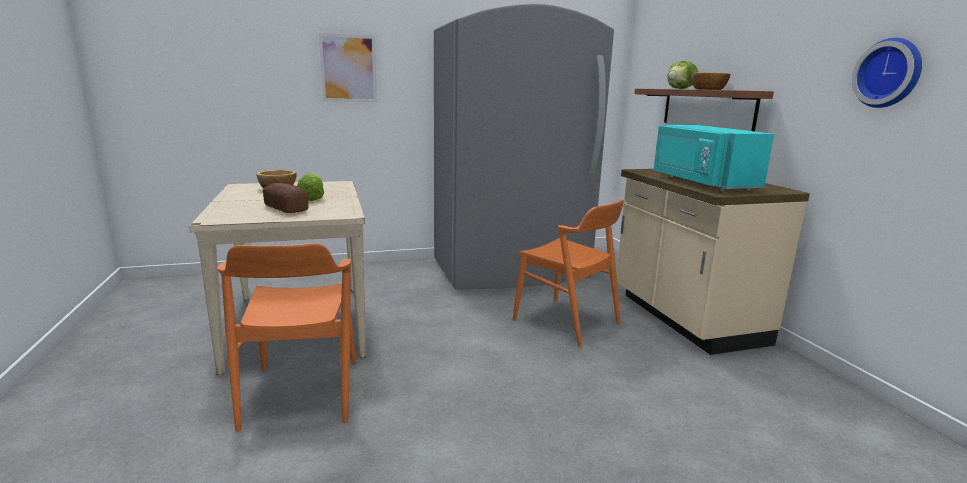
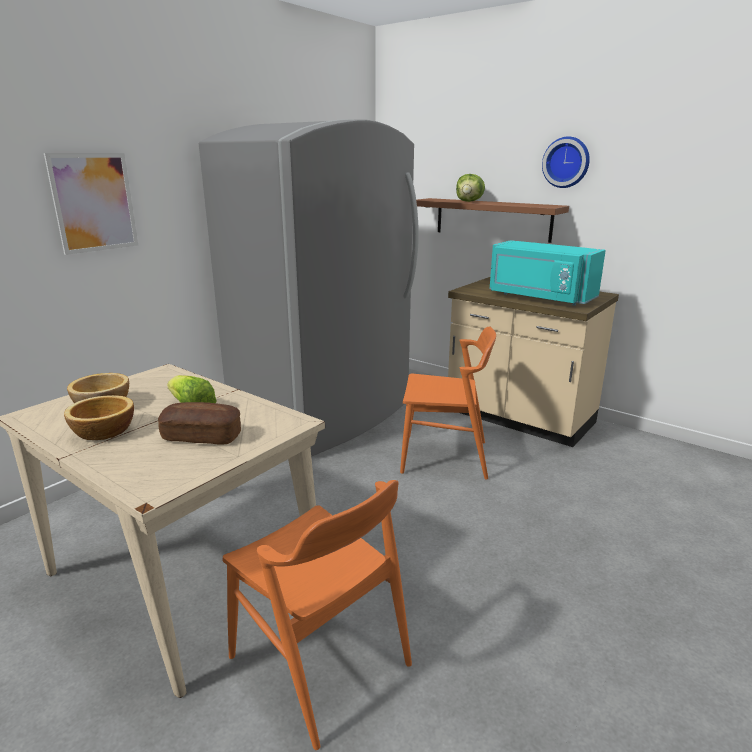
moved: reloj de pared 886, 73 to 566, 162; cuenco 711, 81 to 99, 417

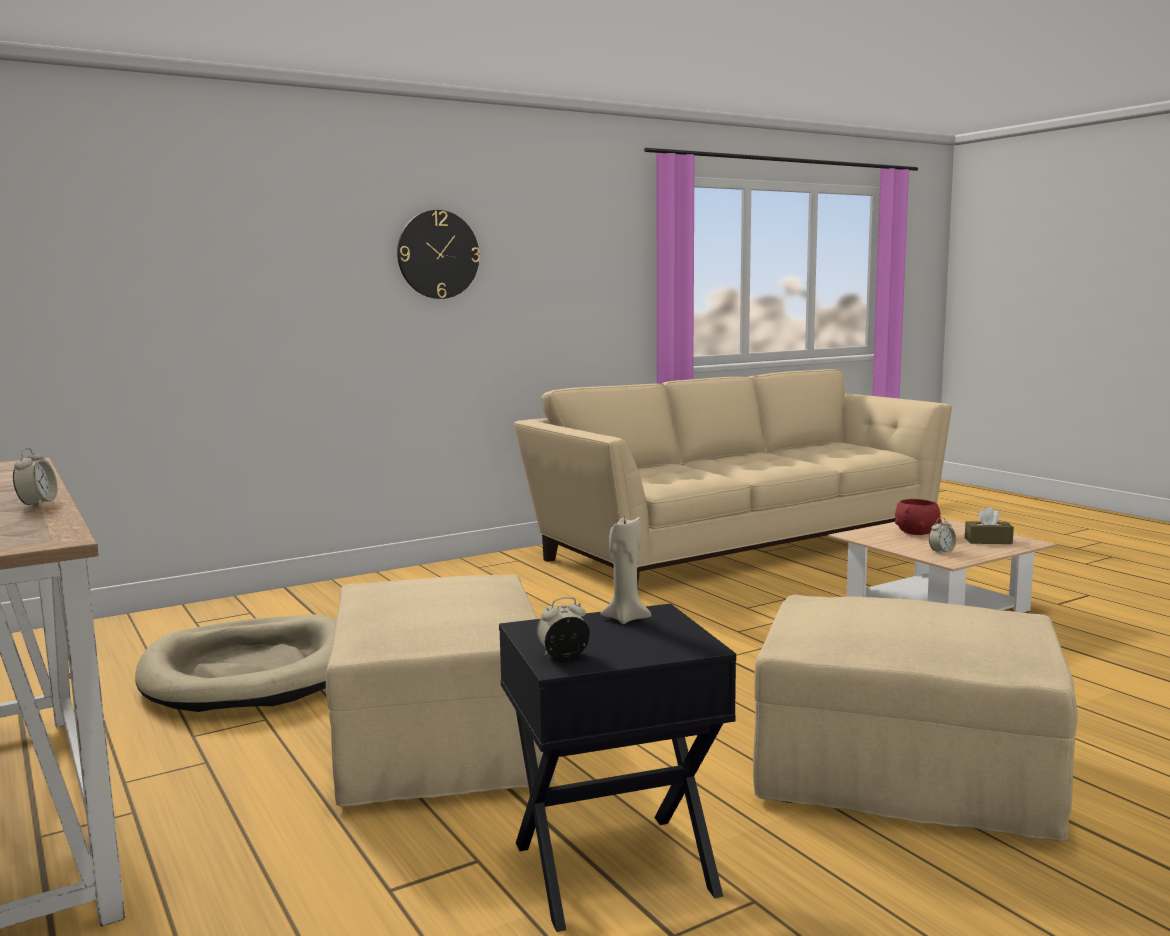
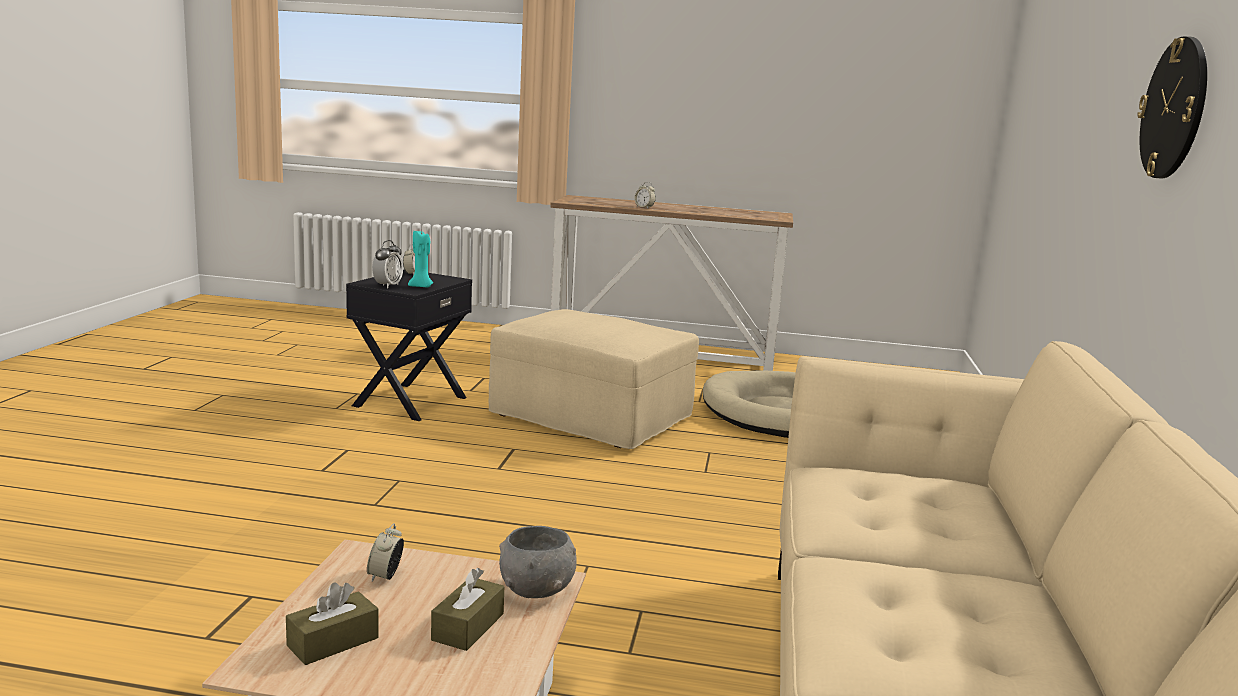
removed: puf (beis) 915, 718
added: despertador 387, 264; cuenco (gris) 538, 562
replaced: cuenco (rojo) 918, 517 to caja de pañuelos (marrón) 467, 609
recoloured: vela (beis) 625, 570 to vela (turquesa) 420, 259

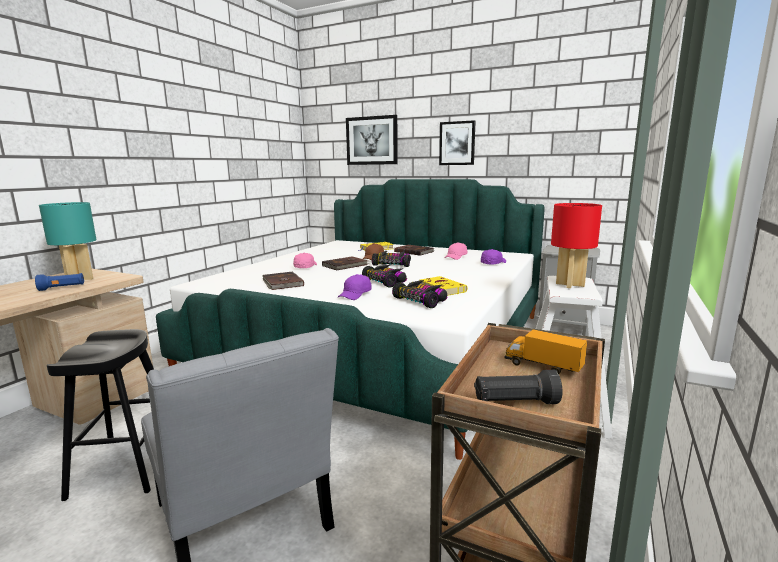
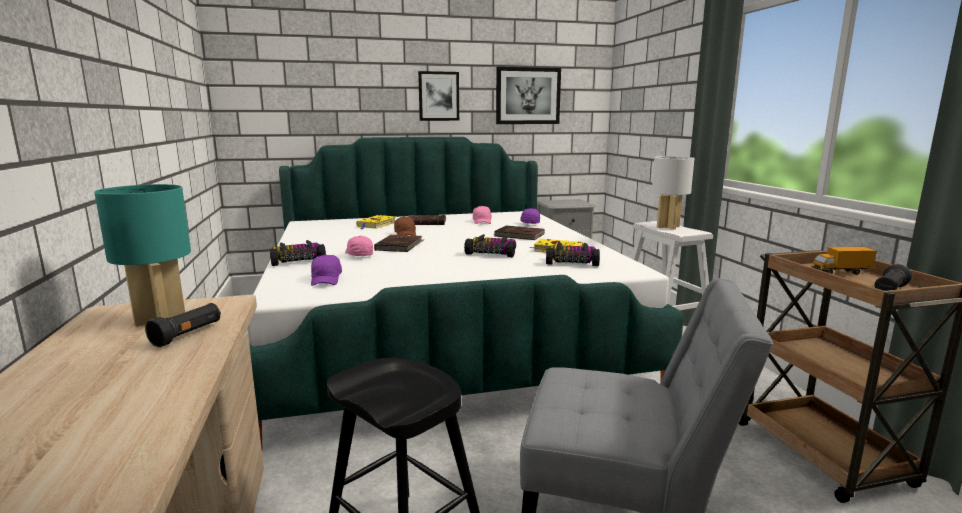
moved: cuadro 372, 140 to 528, 95; coche de juguete 391, 259 to 298, 253; libro (marrón) 283, 281 to 519, 232; gorra (morado) 354, 287 to 326, 270
recoloured: lámpara de mesa (rojo) 576, 245 to lámpara de mesa (blanco) 673, 193; linterna (azul) 59, 282 to linterna (negro) 183, 325

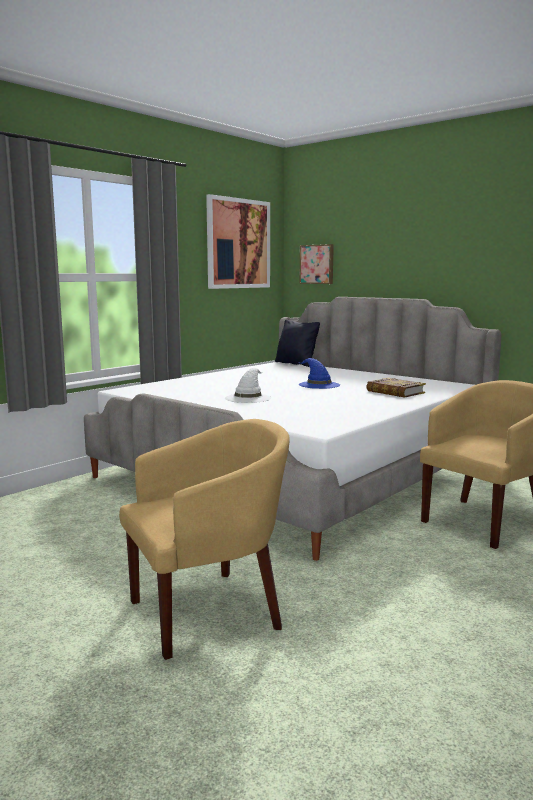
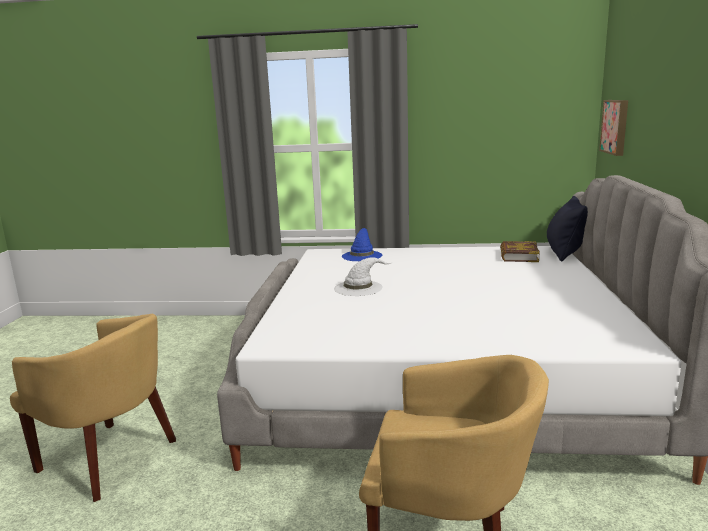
removed: cuadro 238, 241
moved: sombrero (azul) 319, 373 to 362, 244; libro 396, 388 to 519, 251

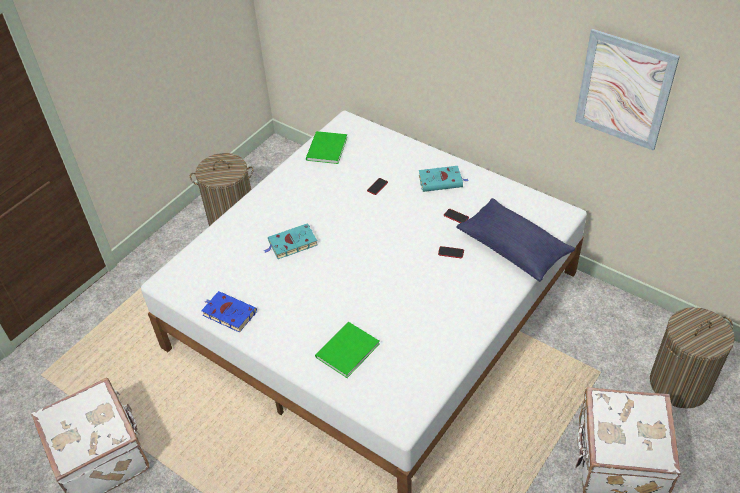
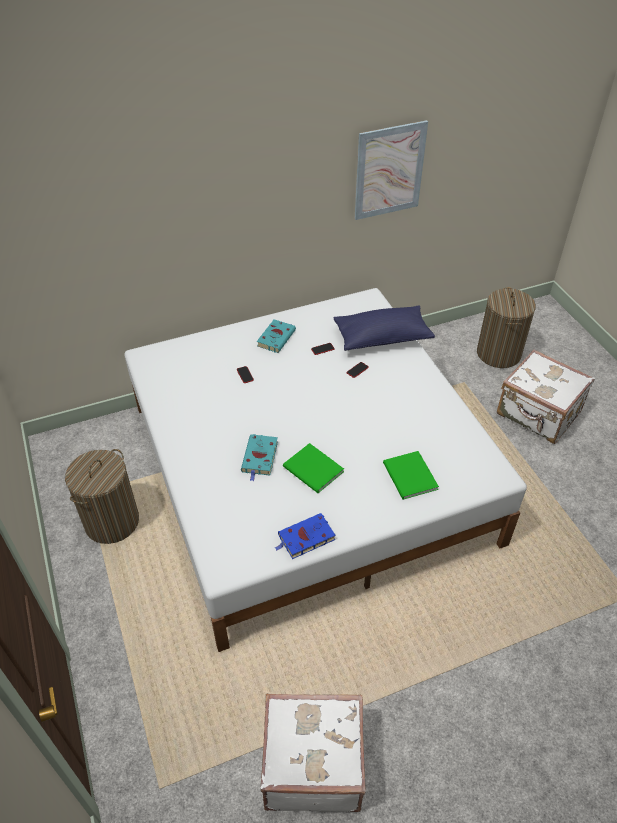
moved: libro (verde) 326, 147 to 313, 468

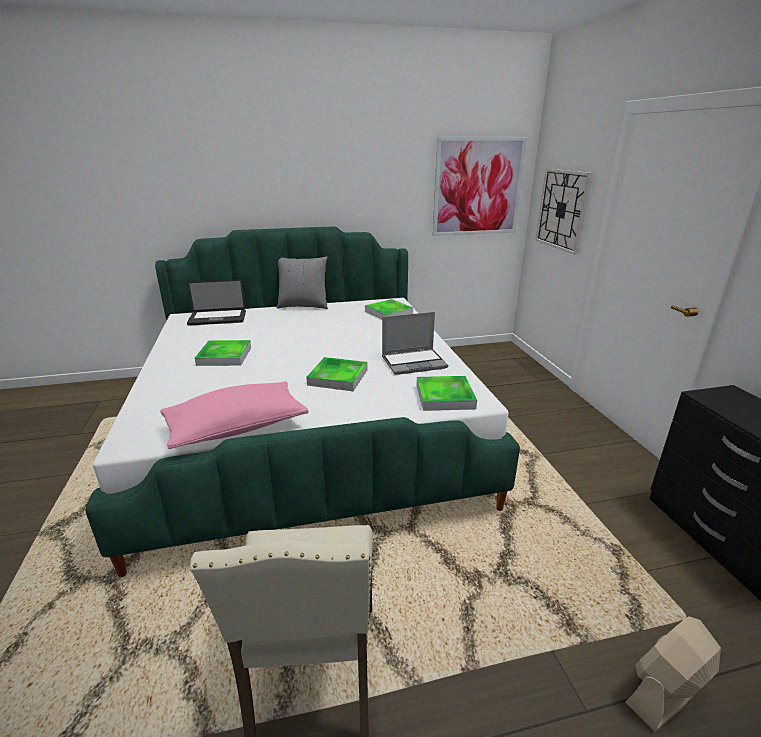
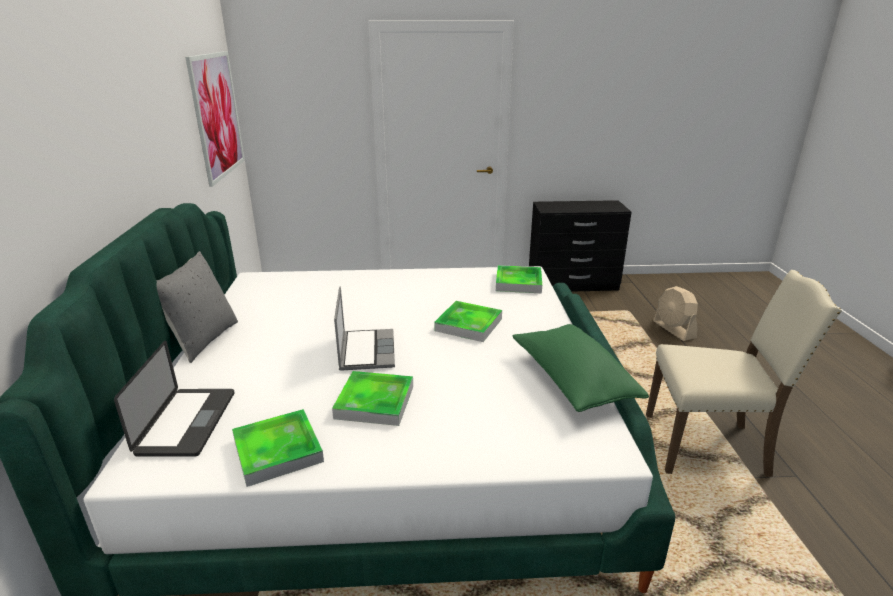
removed: reloj de pared 563, 212
moved: bandeja 389, 309 to 278, 448; portátil 415, 343 to 364, 329
recoloured: cojín (rosa) 234, 415 to cojín (verde) 581, 368

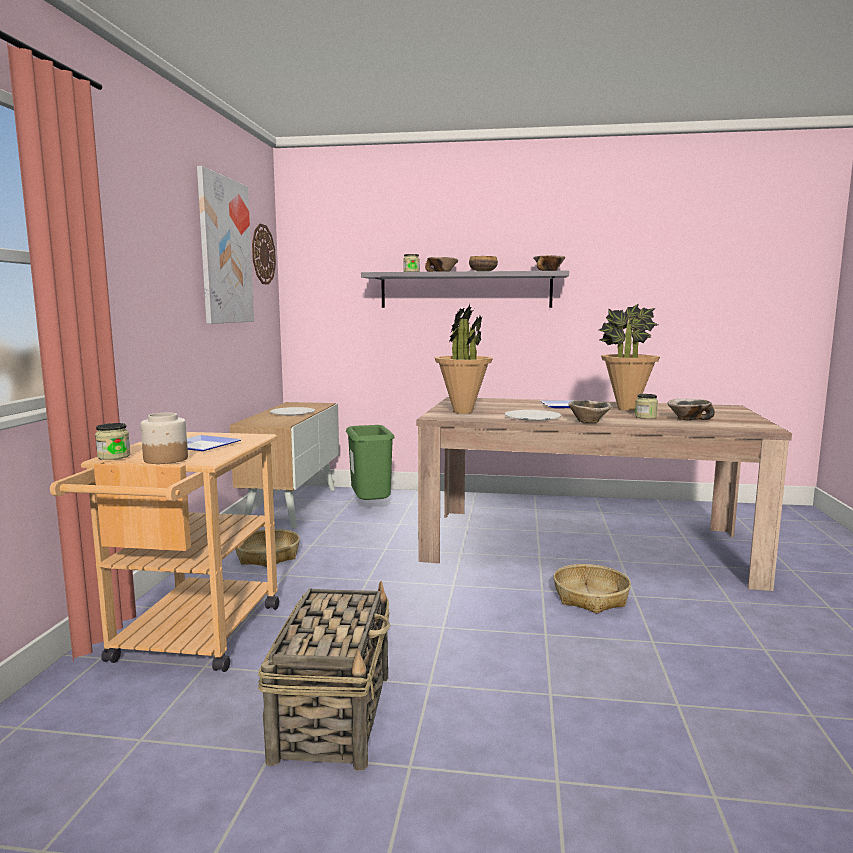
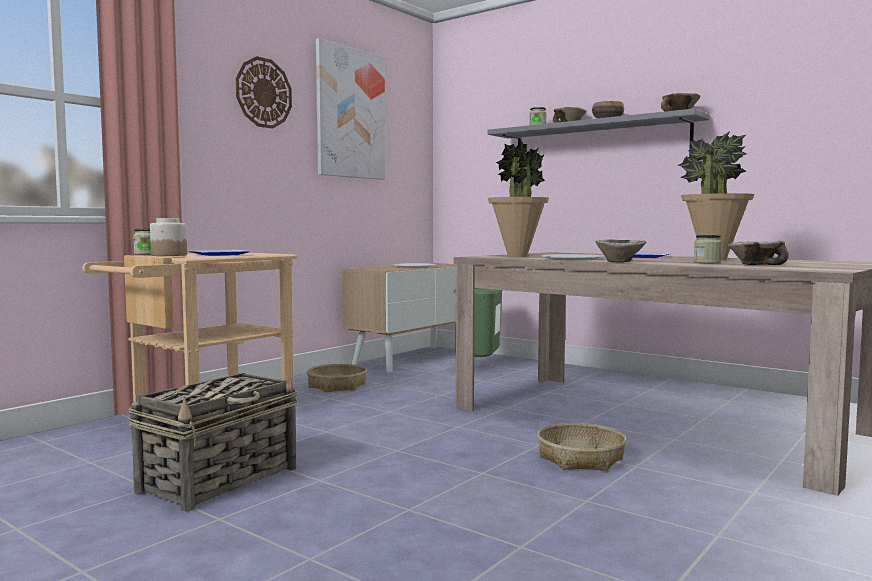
moved: reloj de pared 264, 254 to 264, 92

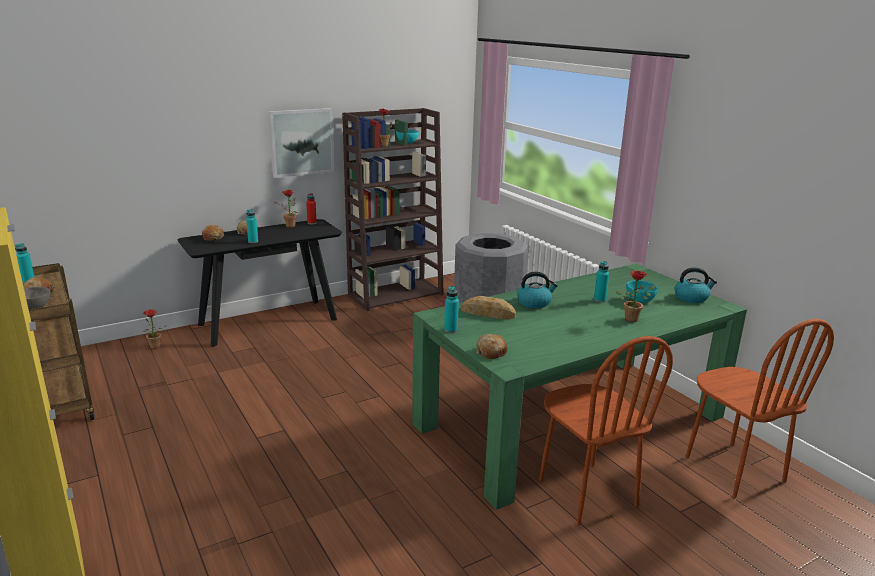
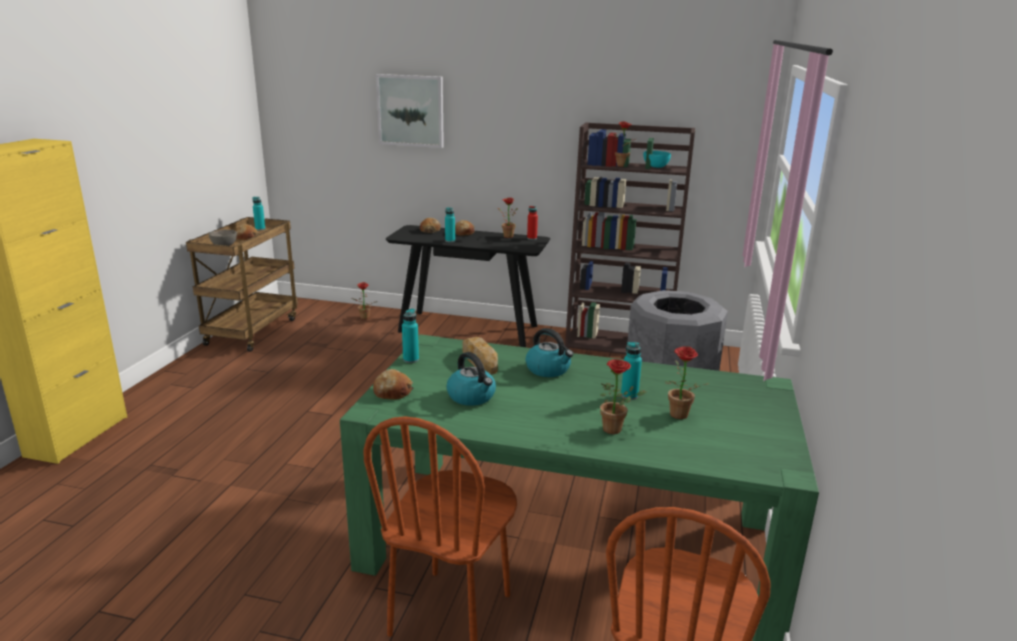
moved: cuadro 301, 143 to 410, 111; hervidor 696, 285 to 471, 379
replaced: cuenco (turquesa) 642, 291 to planta en maceta 688, 382

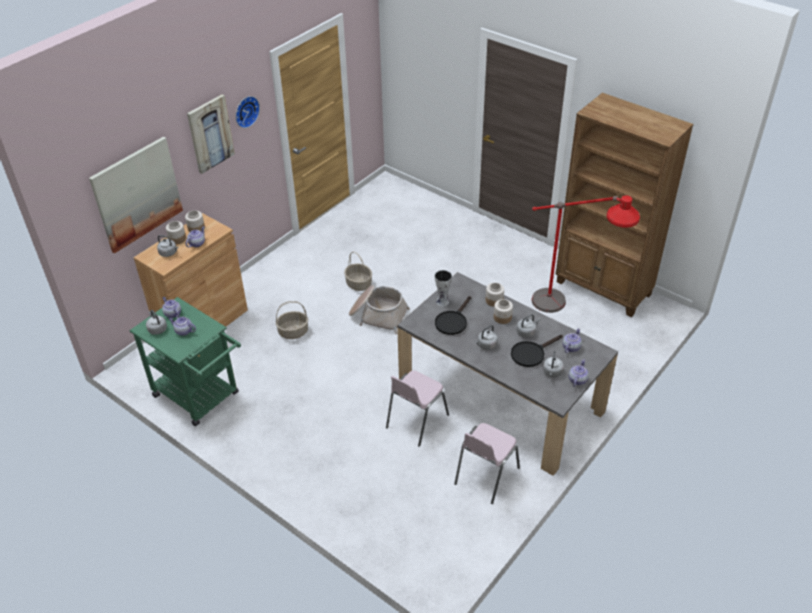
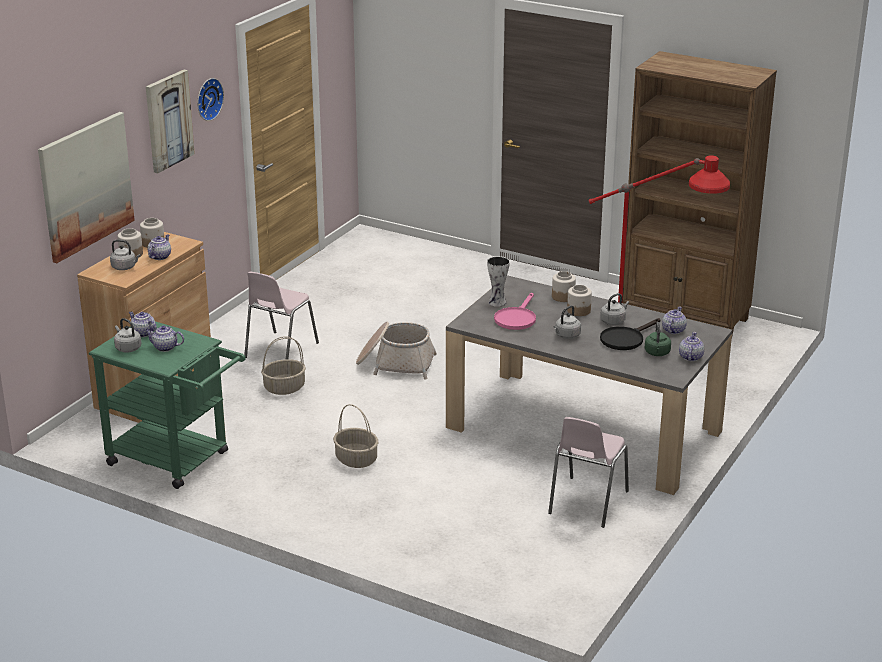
moved: cesta 358, 271 to 355, 436; silla (rosa) 417, 408 to 281, 315
recoloured: sartén (negro) 453, 315 to sartén (rosa) 515, 311; hervidor (gris) 553, 364 to hervidor (verde) 658, 339

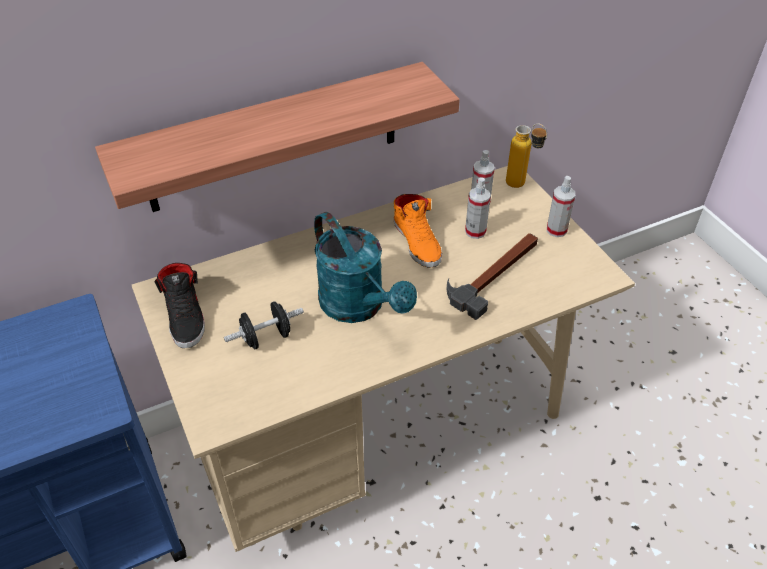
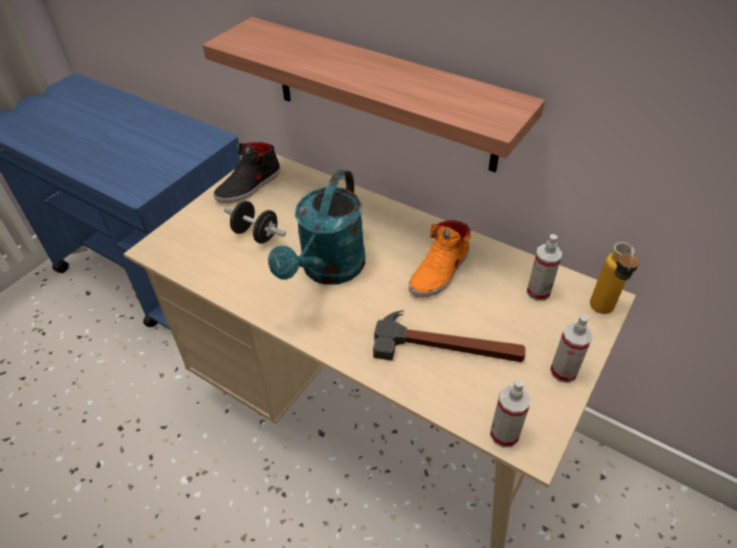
moved: pulverizador 478, 208 to 510, 413

